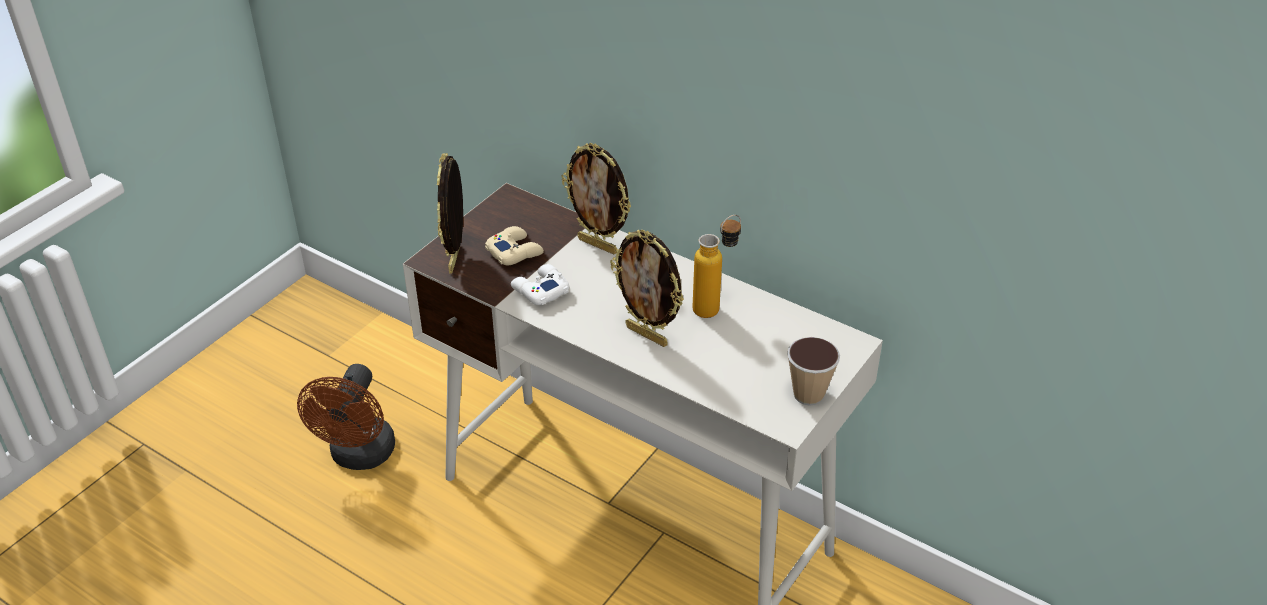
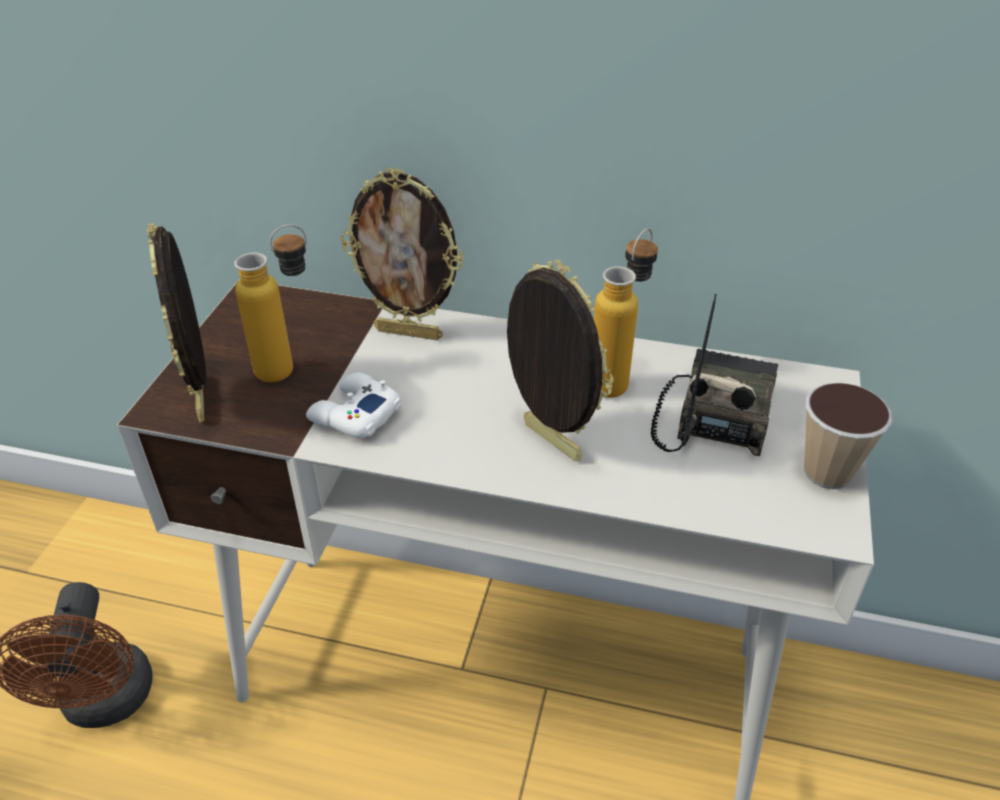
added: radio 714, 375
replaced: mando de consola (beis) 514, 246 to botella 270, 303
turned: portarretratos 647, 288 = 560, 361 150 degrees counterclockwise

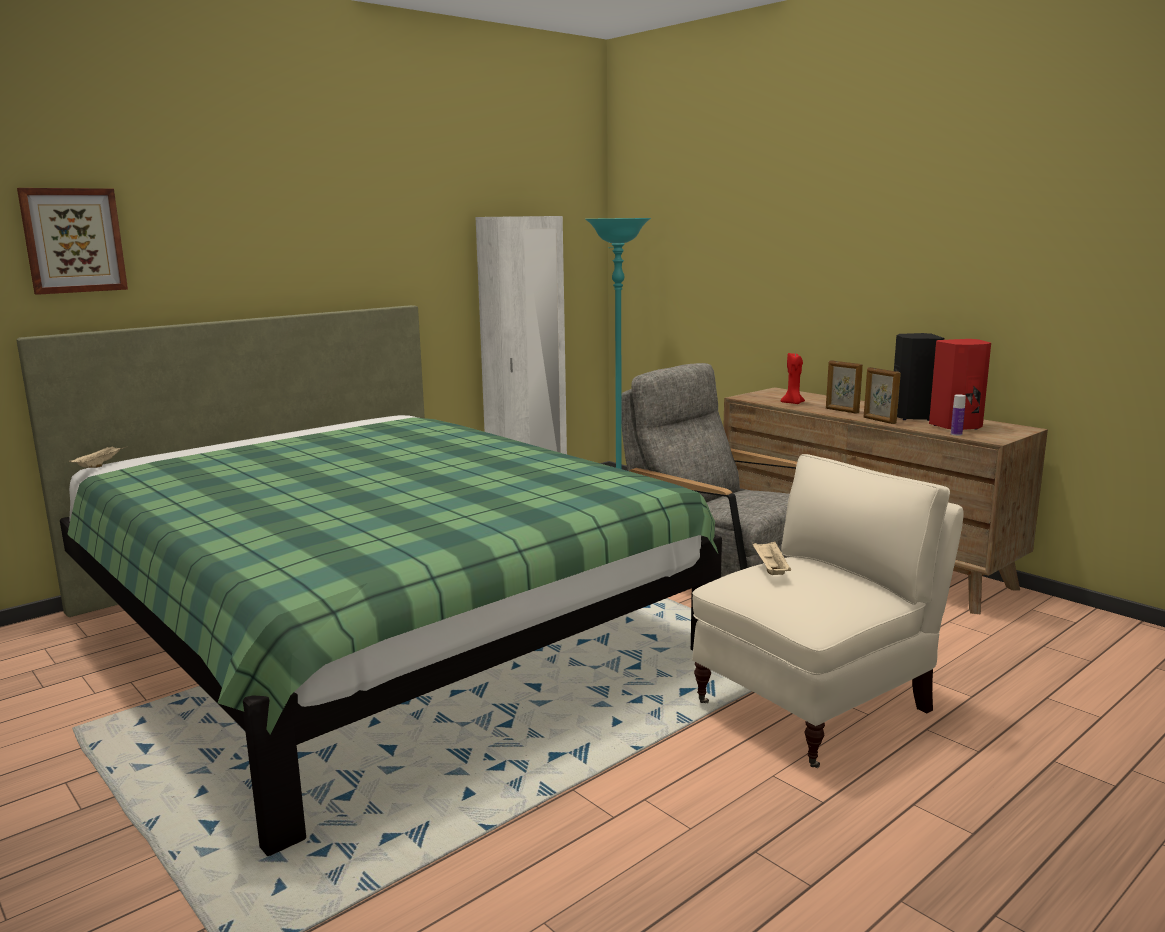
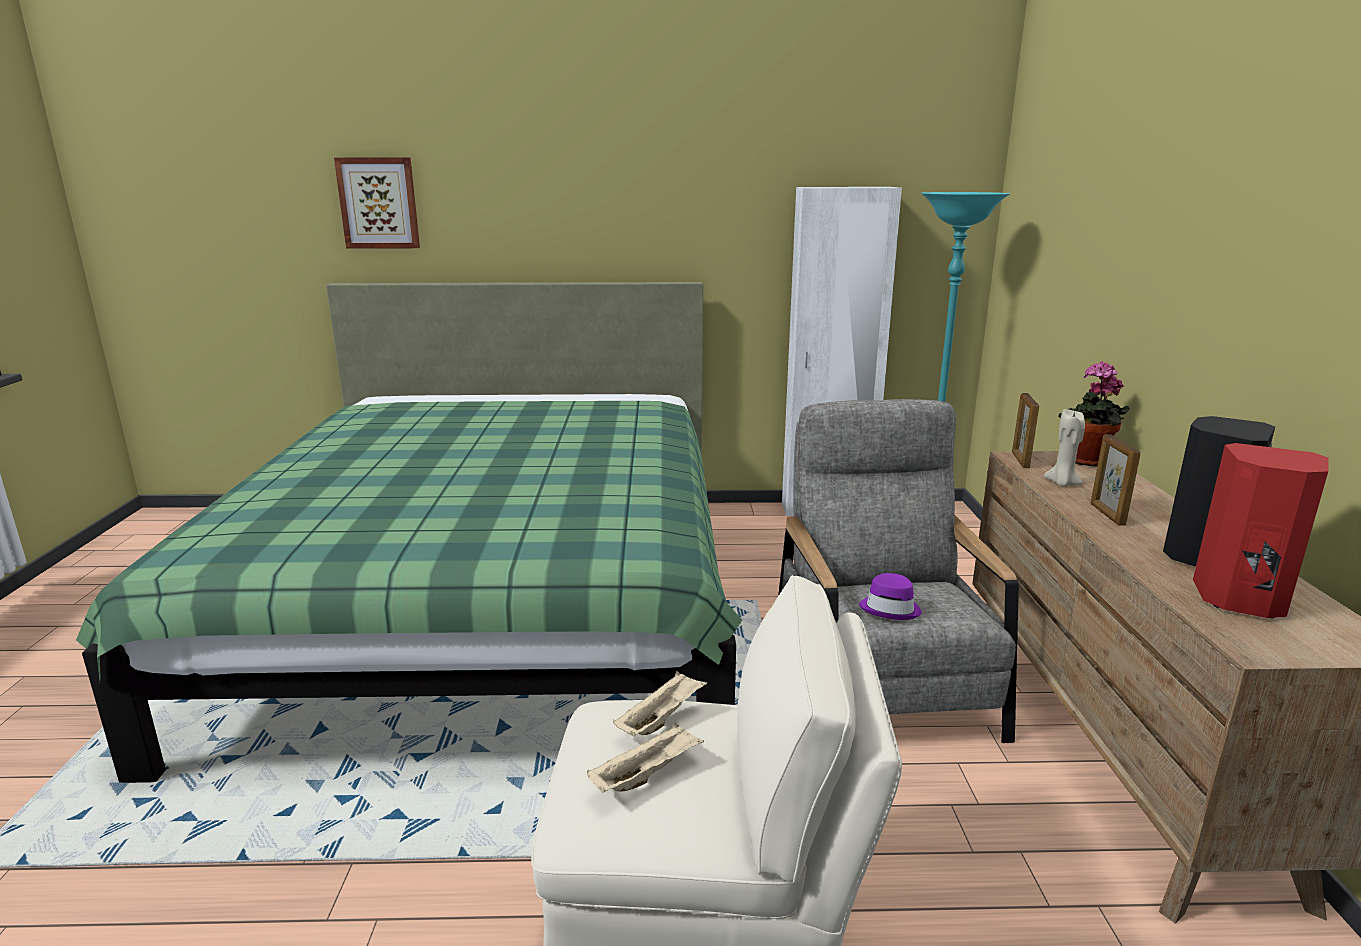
removed: botella 958, 415
added: planta en maceta 1094, 414; sombrero (morado) 890, 596
moved: portarretratos 882, 395 to 1025, 430; bandeja (beis) 97, 457 to 645, 758
recoloured: vela (rojo) 793, 378 to vela (beis) 1064, 447

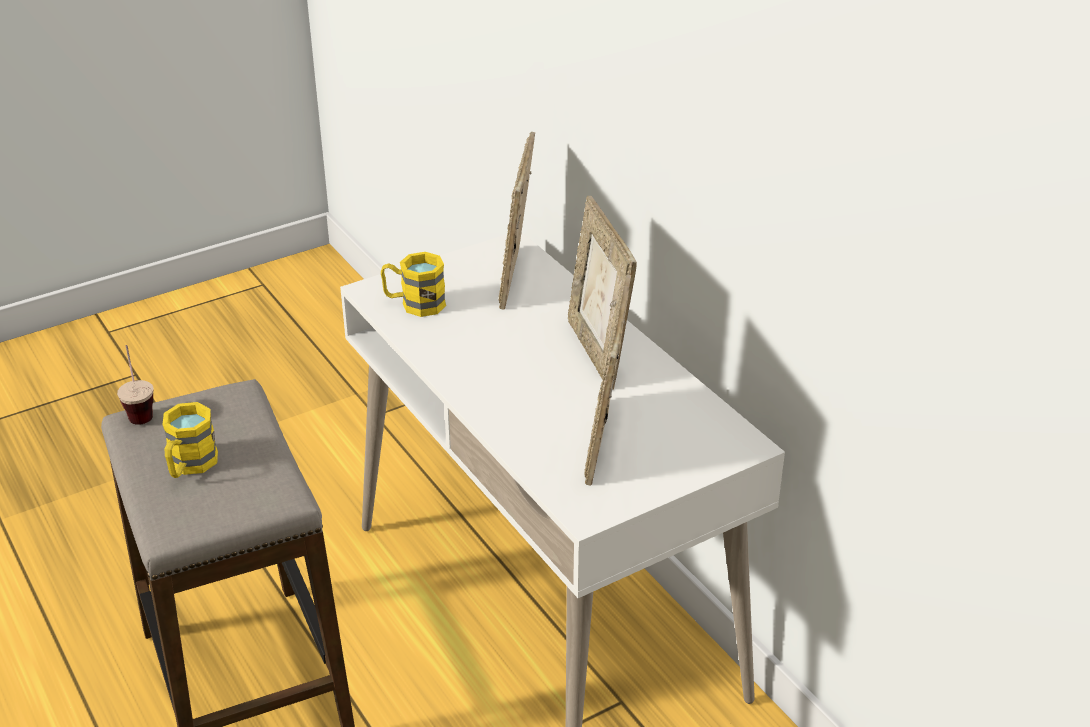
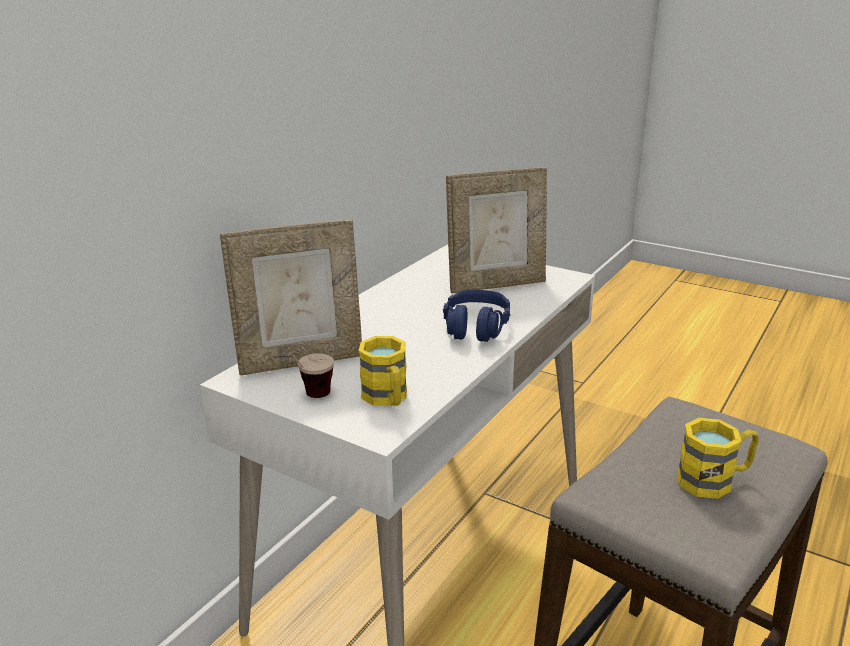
removed: portarretratos 602, 293
added: auriculares (azul) 476, 316
moved: taza 135, 385 to 303, 375

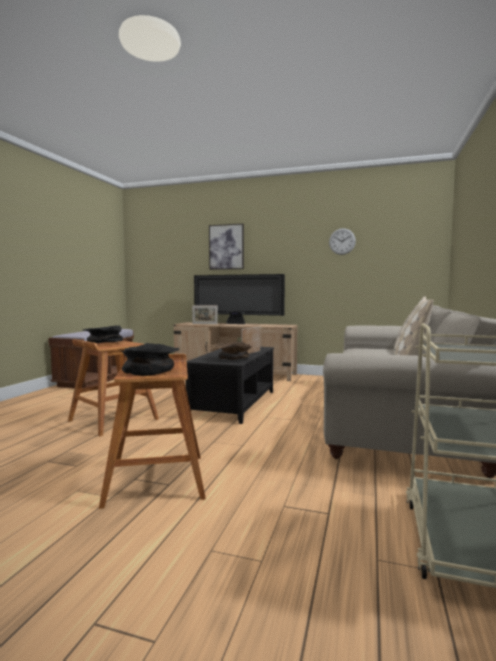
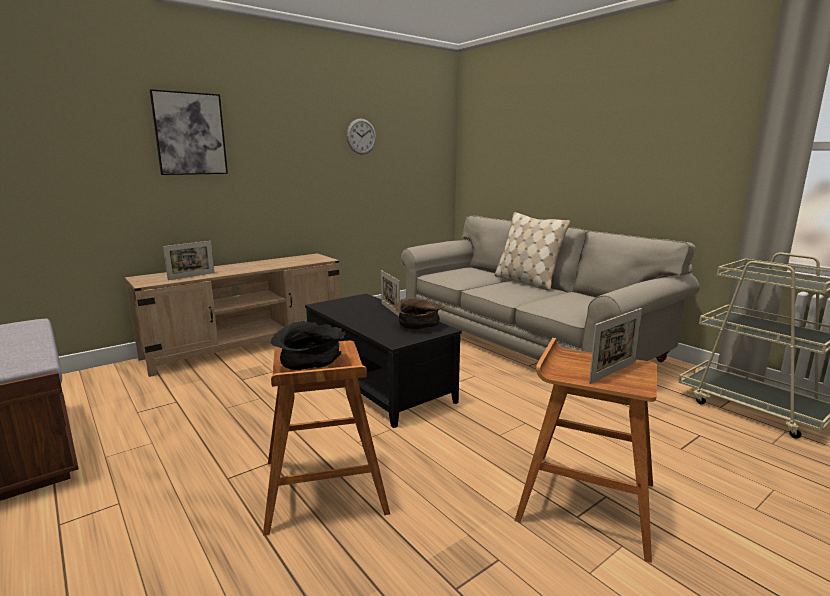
removed: televisor 239, 299
replaced: cuenco (negro) 149, 359 to portarretratos 615, 346

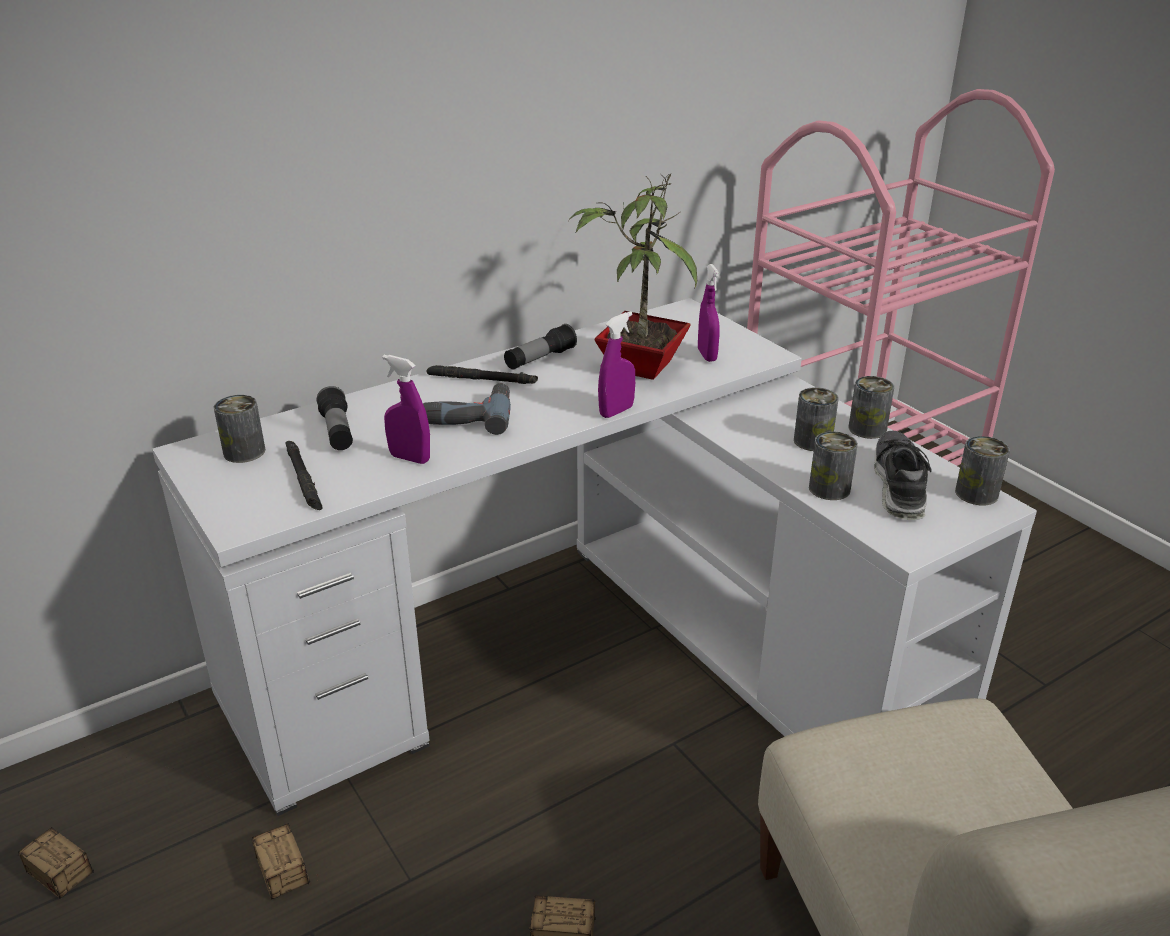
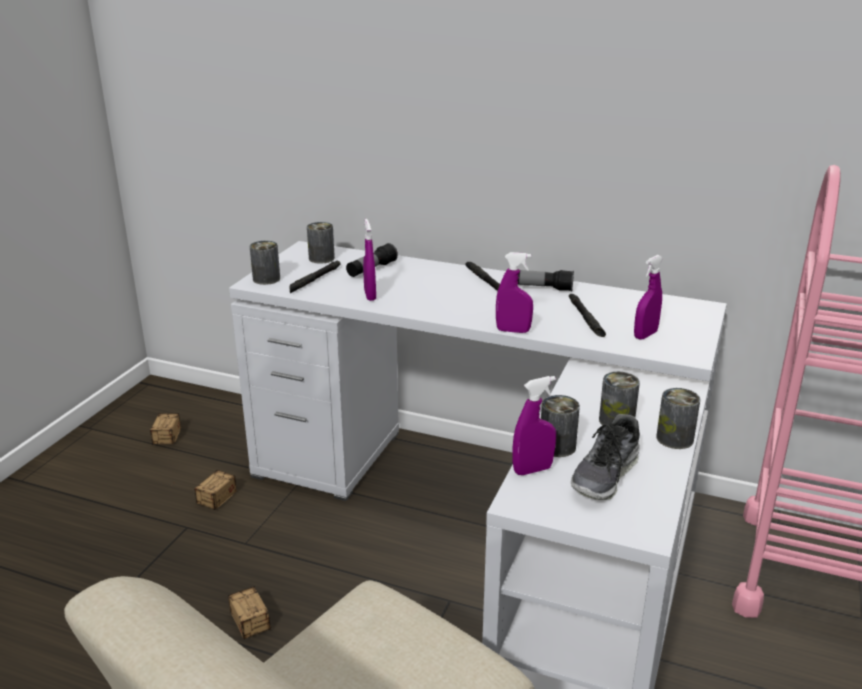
removed: taladro 467, 409
added: pulverizador (morado) 534, 425
moved: lata 982, 470 to 265, 263
replaced: planta en maceta 632, 277 to linterna (negro) 587, 315
turned: zapato 903, 475 = 605, 457 150 degrees clockwise

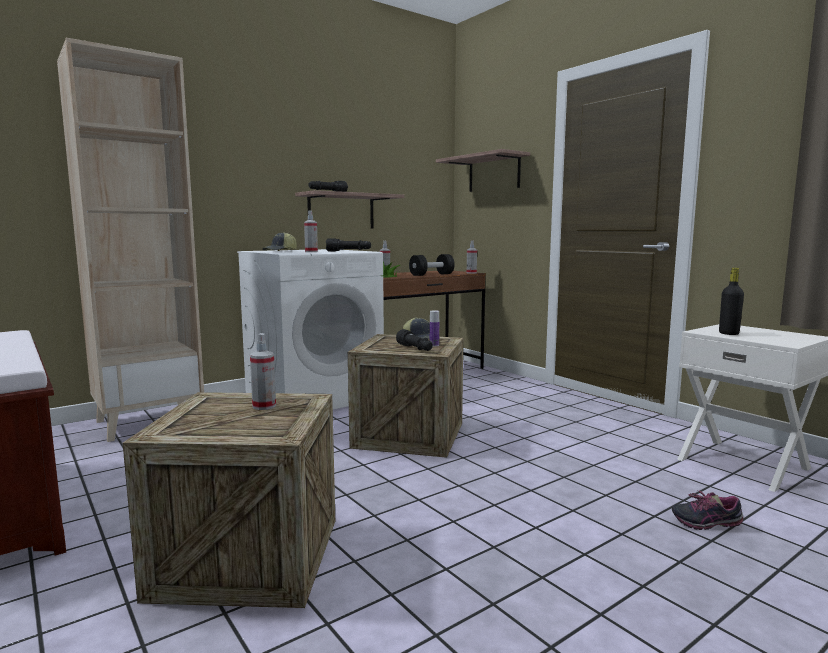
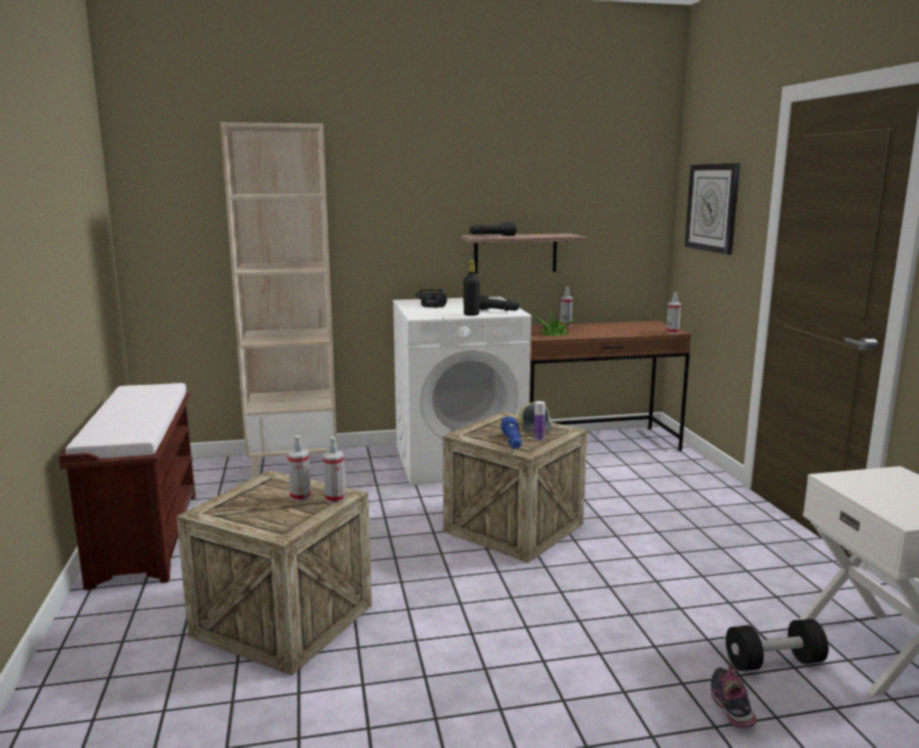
moved: pulverizador 311, 231 to 334, 470; mancuerna (negro) 432, 265 to 777, 645; botella (negro) 731, 301 to 471, 288
replaced: estante 483, 170 to reloj de pared 712, 209; gorra 279, 241 to taladro 431, 298
recoloured: linterna (negro) 414, 340 to linterna (azul) 511, 432
turned: zapato 707, 510 = 733, 696 60 degrees clockwise

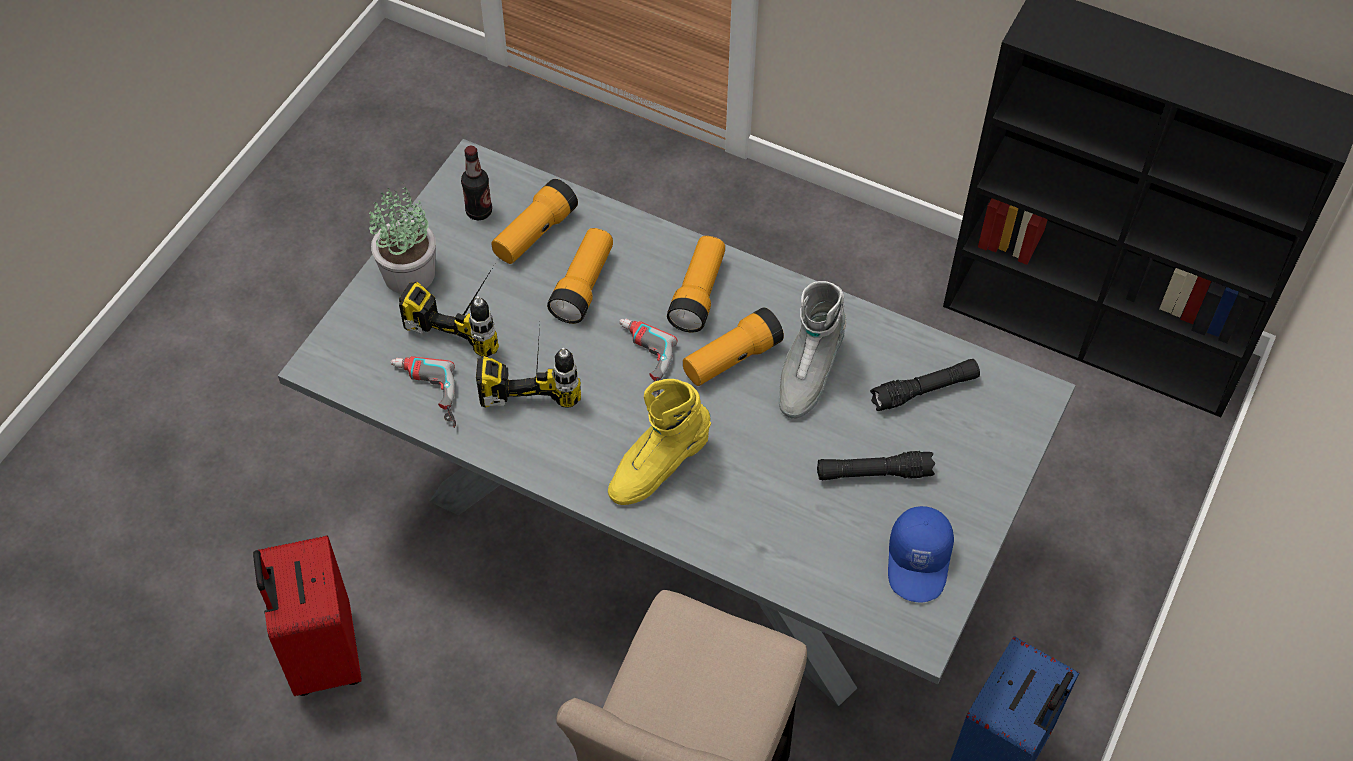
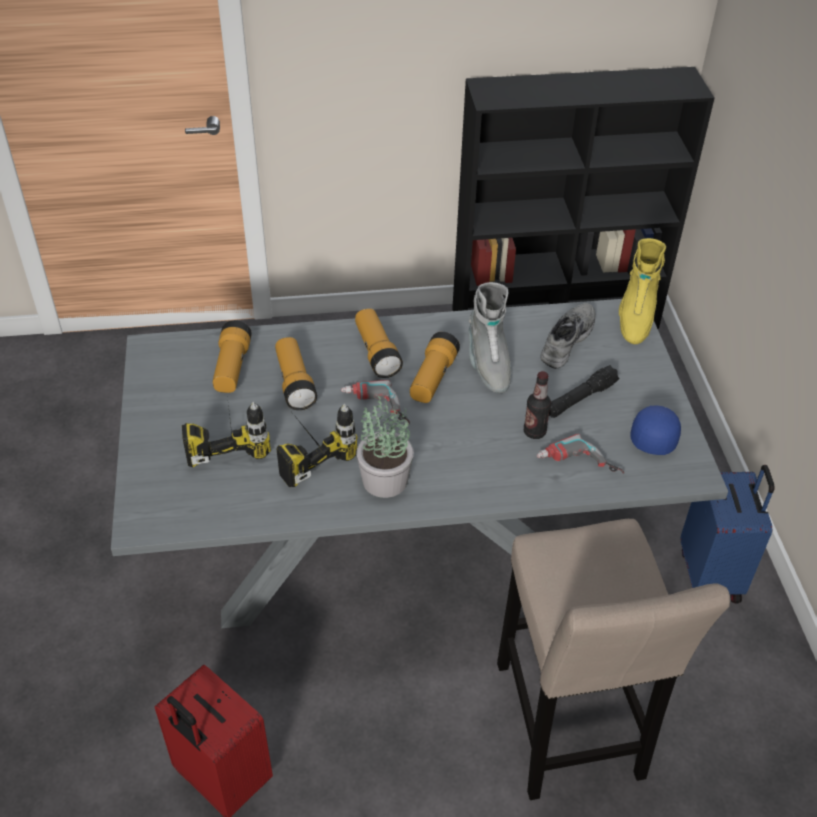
moved: botella 476, 183 to 537, 405; planta en maceta 402, 240 to 385, 447; taladro 423, 392 to 580, 454; bota (amarillo) 659, 442 to 642, 291
replaced: linterna (negro) 925, 385 to zapato (gris) 567, 336
turned: gorra (azul) 921, 554 = 655, 430 135 degrees counterclockwise

